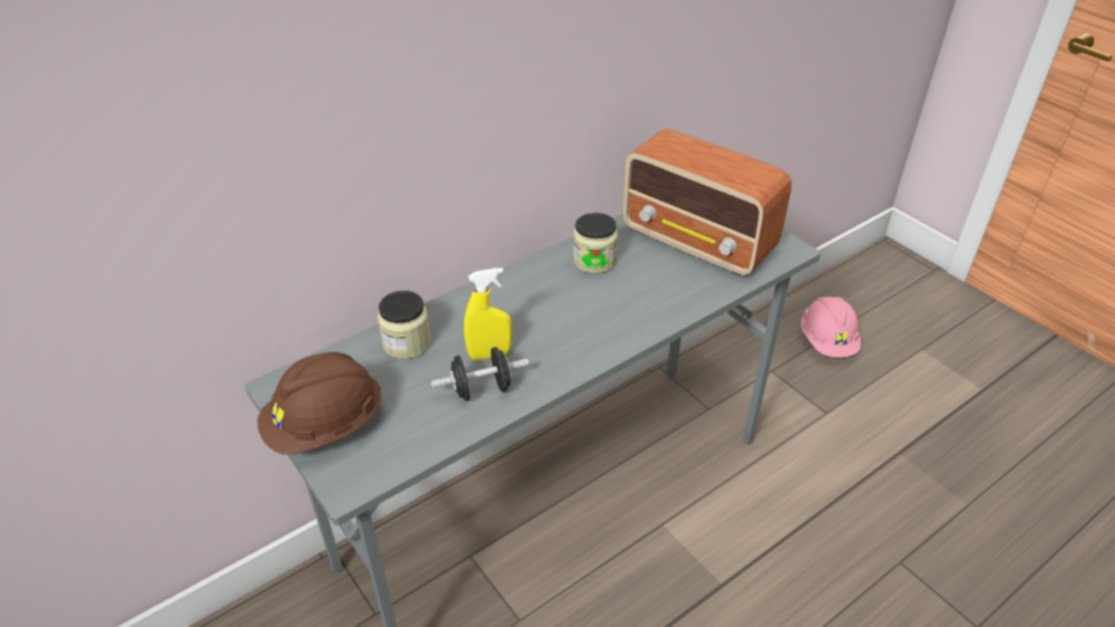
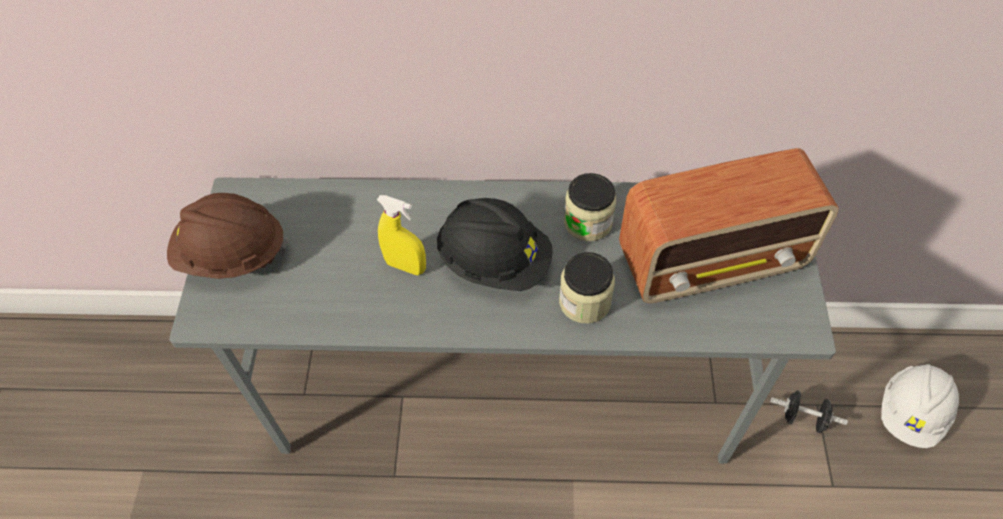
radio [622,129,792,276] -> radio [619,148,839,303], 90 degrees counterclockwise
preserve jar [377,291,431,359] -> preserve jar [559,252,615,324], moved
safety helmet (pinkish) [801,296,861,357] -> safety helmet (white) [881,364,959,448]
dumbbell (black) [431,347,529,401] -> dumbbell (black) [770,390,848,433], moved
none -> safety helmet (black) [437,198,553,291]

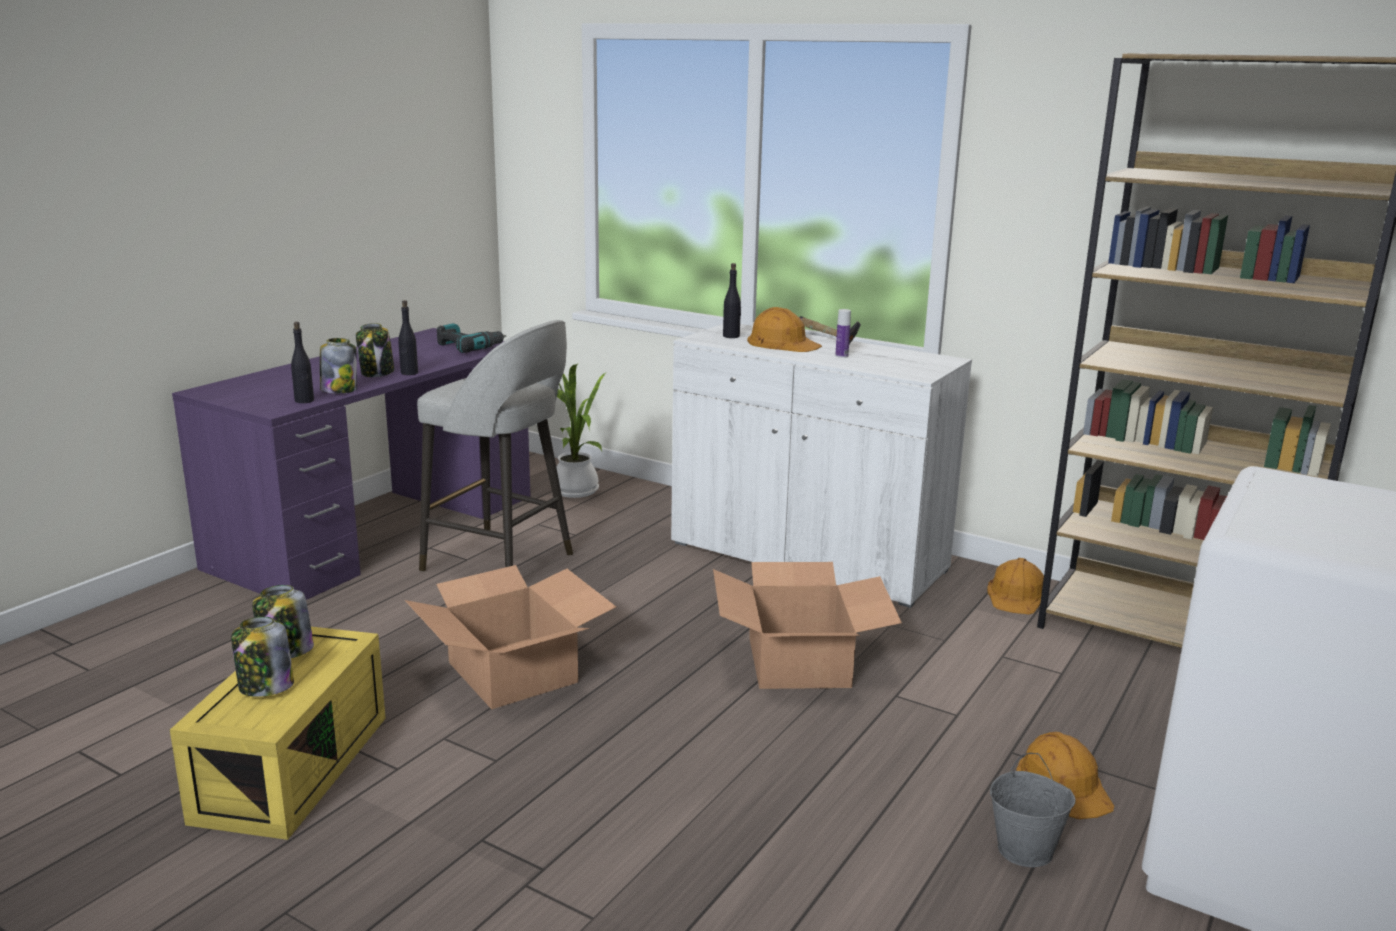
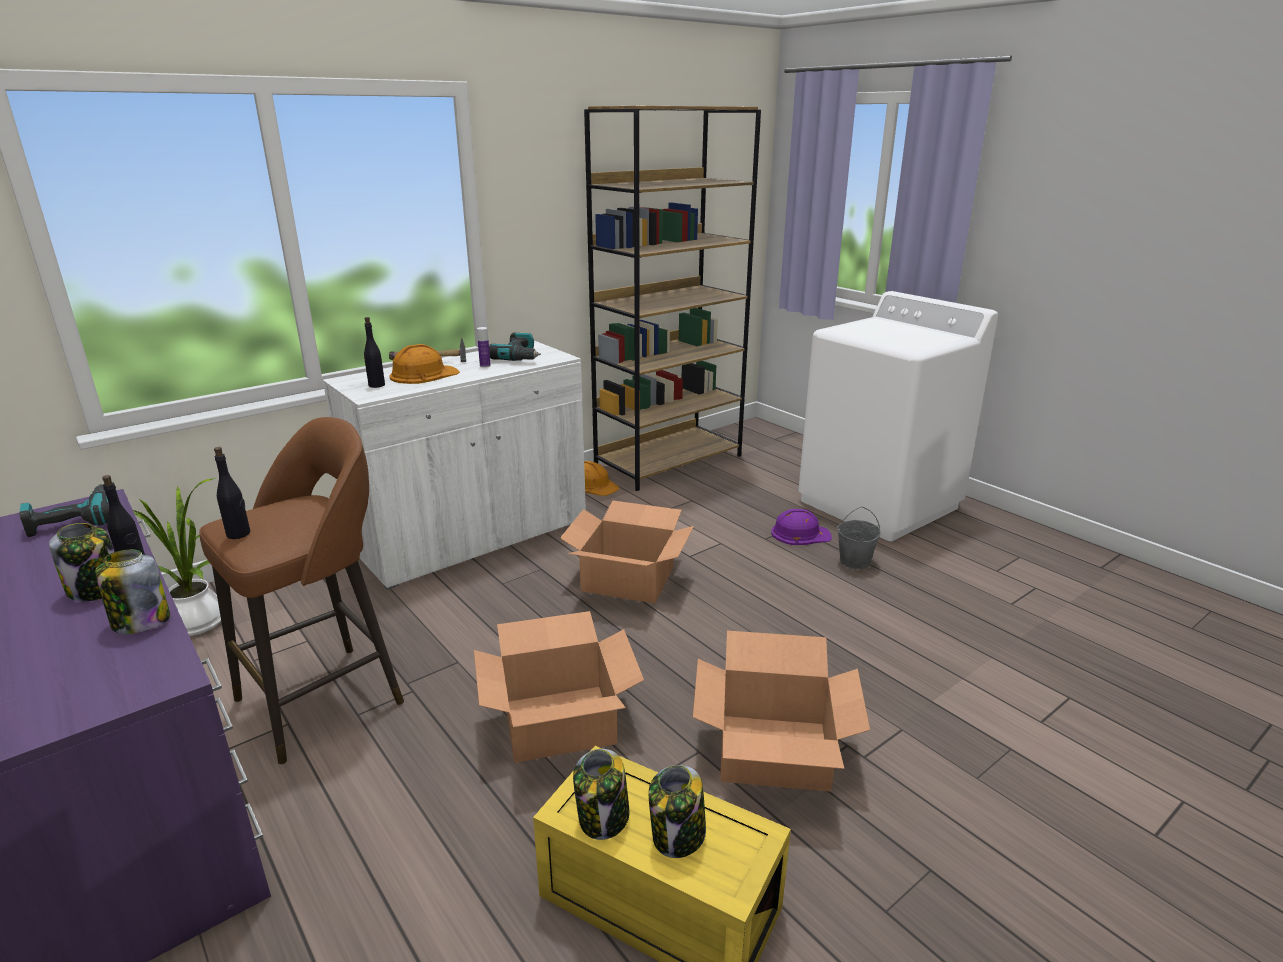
stool (gray) [417,320,573,572] -> stool (brown-coloured) [199,417,404,764]
bottle (black) [291,322,314,403] -> bottle (black) [214,447,250,539], moved
safety helmet (orange-coloured) [1016,732,1114,819] -> safety helmet (purplish) [771,509,832,545]
none -> drill [489,332,541,361]
none -> packing box [693,631,870,791]

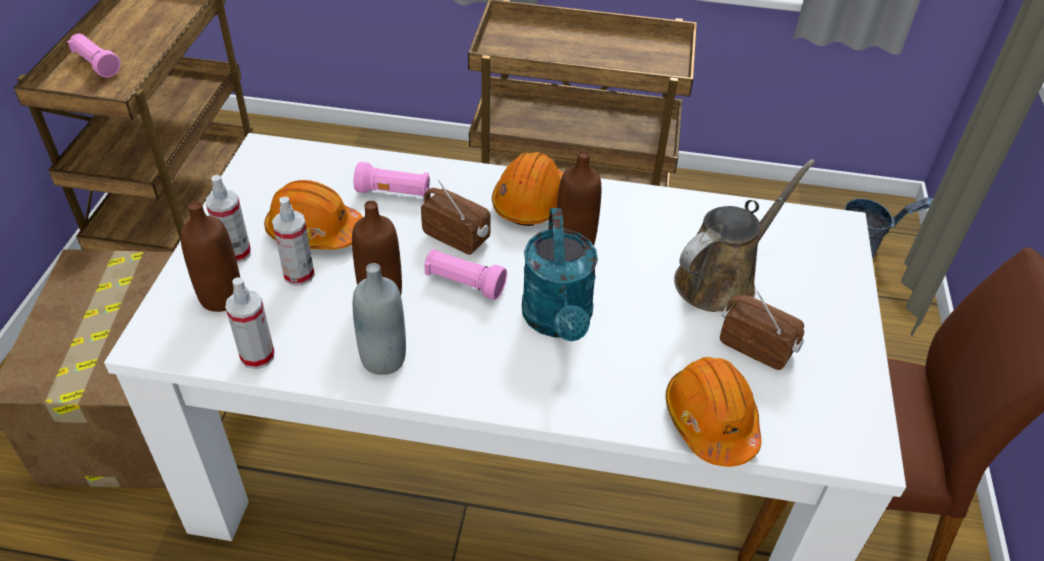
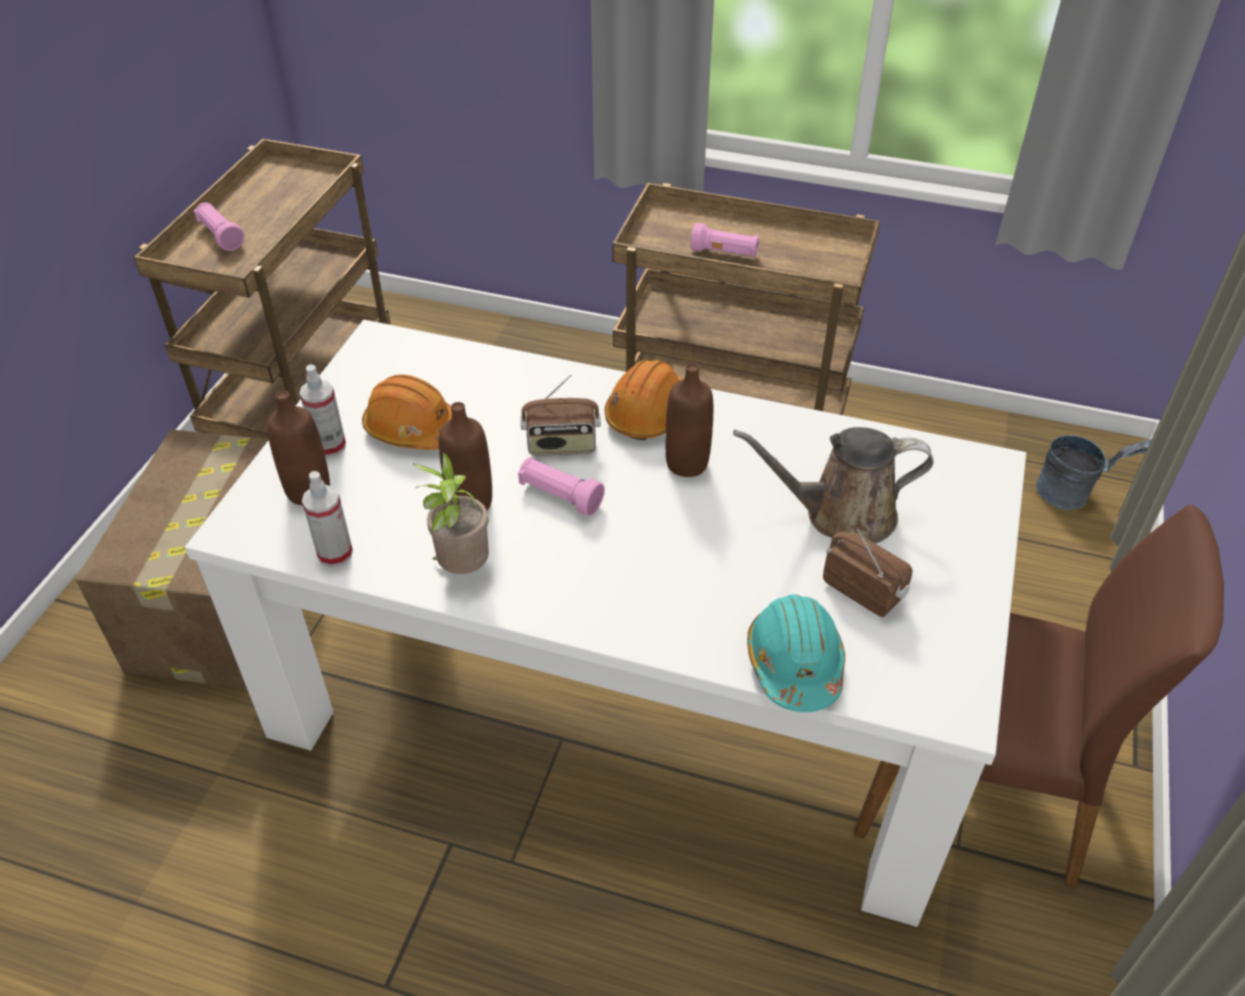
watering pot (brown-coloured) [674,159,815,312] -> watering pot (brown-coloured) [733,427,934,544], 150 degrees counterclockwise
flashlight (pinkish) [353,162,430,197] -> flashlight (pinkish) [690,223,759,257], moved
radio [421,180,491,255] -> radio [521,375,601,456], 135 degrees clockwise
sprayer [272,197,315,285] -> none
watering pot (turquoise) [522,208,598,341] -> none
bottle (gray) [353,263,406,375] -> houseplant [413,452,489,574]
safety helmet (orange-coloured) [666,357,762,467] -> safety helmet (turquoise) [747,594,845,712]

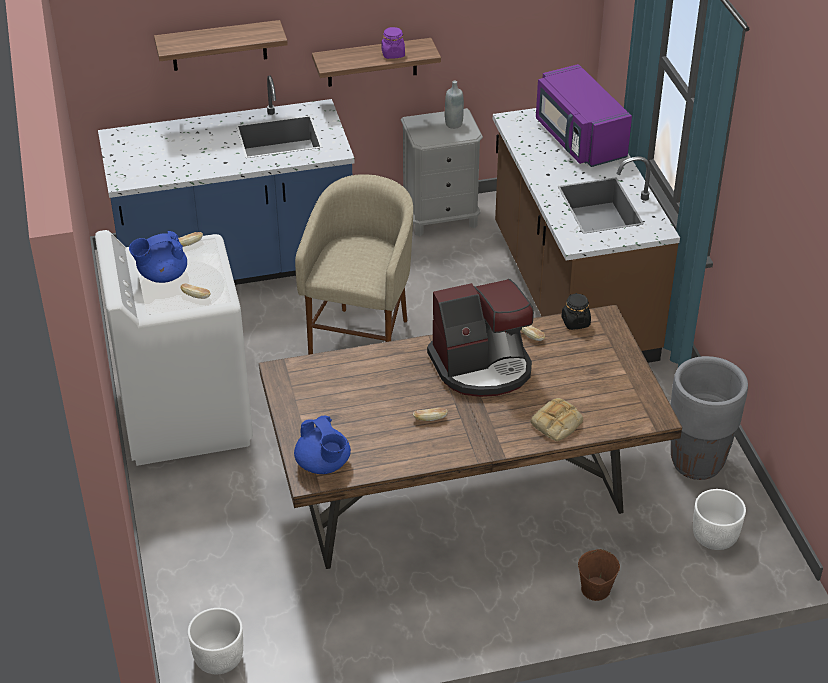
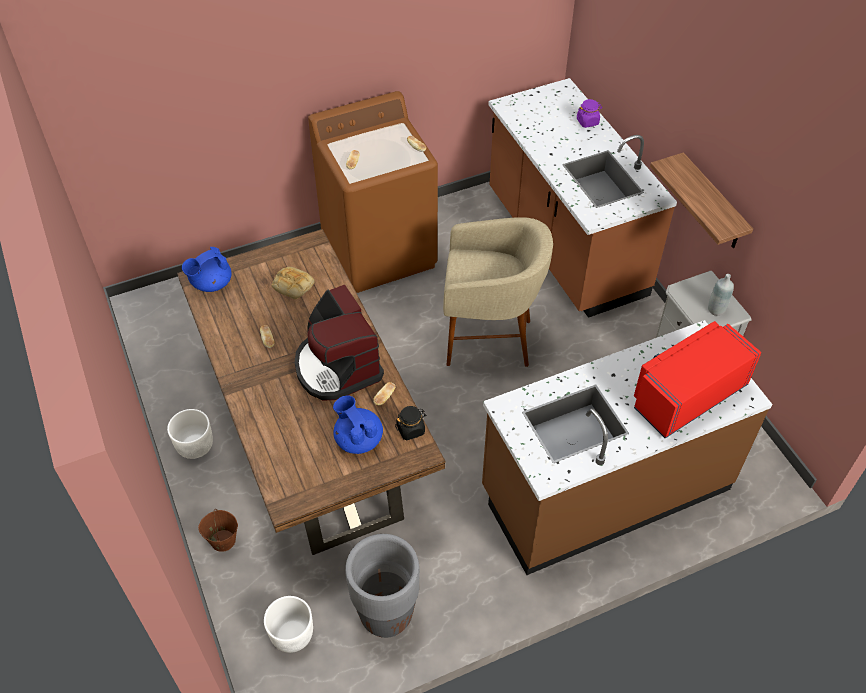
wall shelf [154,20,288,71] -> none
preserve jar (purplish) [381,27,405,59] -> preserve jar (purplish) [577,99,602,128], moved
microwave oven (purplish) [536,64,632,167] -> microwave oven (reddish) [634,321,761,438]
counter (blue-coloured) [98,75,355,285] -> counter (brown-coloured) [488,78,677,318]
laundry machine (white) [95,230,253,466] -> laundry machine (brown-coloured) [308,91,438,293]
teapot (blue-coloured) [129,231,187,283] -> teapot (blue-coloured) [333,395,383,454], moved
baked bread [531,398,583,441] -> baked bread [272,267,315,299], moved
plant pot (white) [188,608,243,674] -> plant pot (white) [167,409,213,459], moved

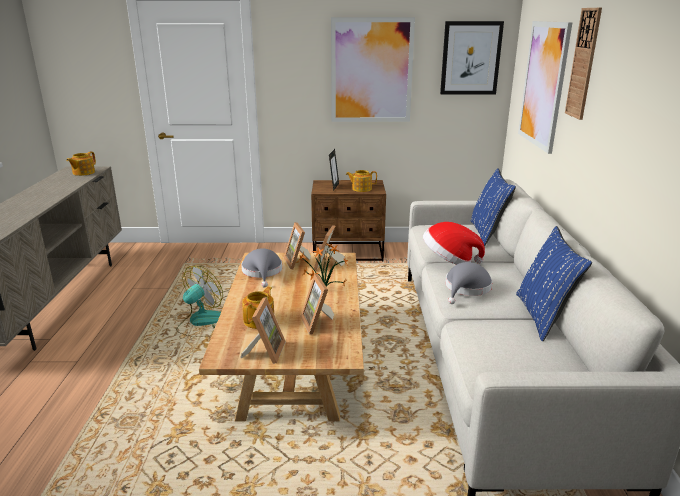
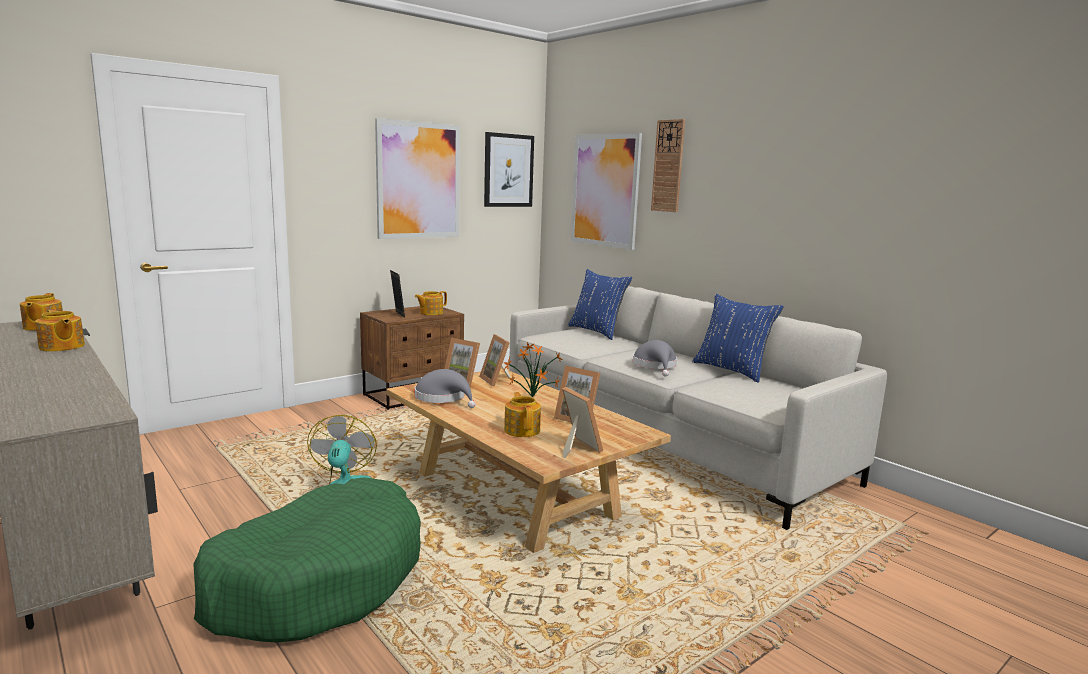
hat [423,222,485,265] -> none
none -> teapot [35,309,85,352]
none -> dog bed (green) [193,478,421,643]

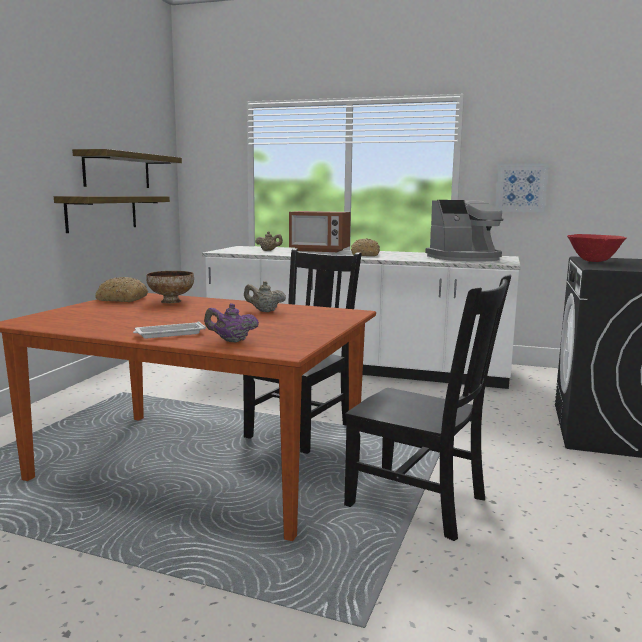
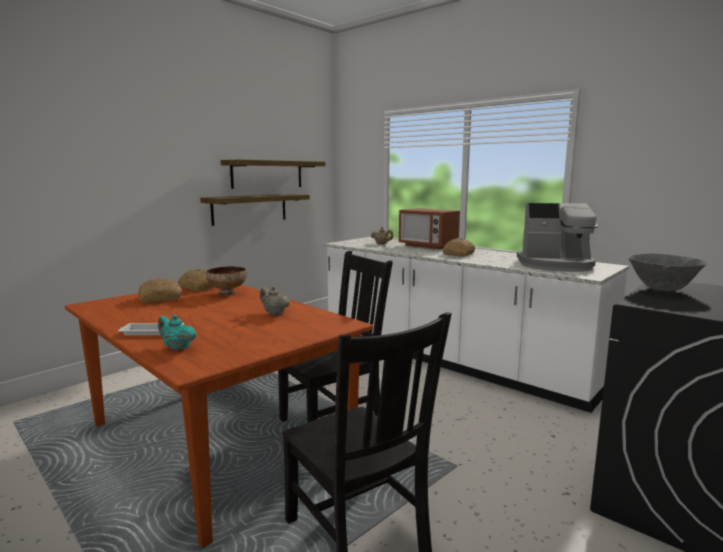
picture [495,163,549,212] -> none
bowl (reddish) [567,234,626,262] -> bowl (gray) [628,254,707,291]
teapot (purplish) [204,303,259,343] -> teapot (turquoise) [158,314,196,351]
none -> baked bread [138,278,182,303]

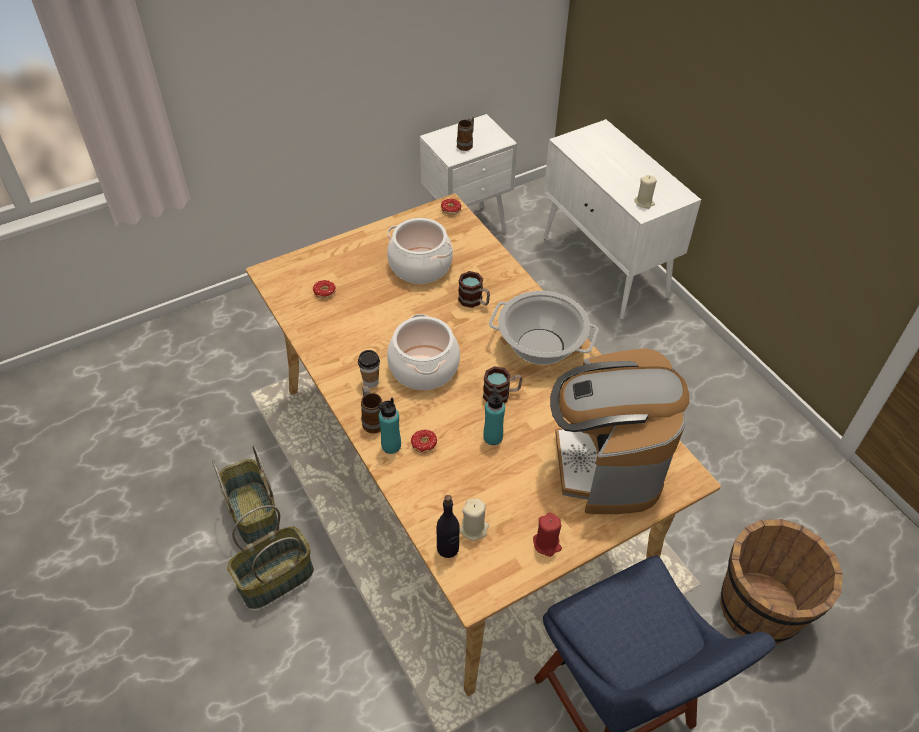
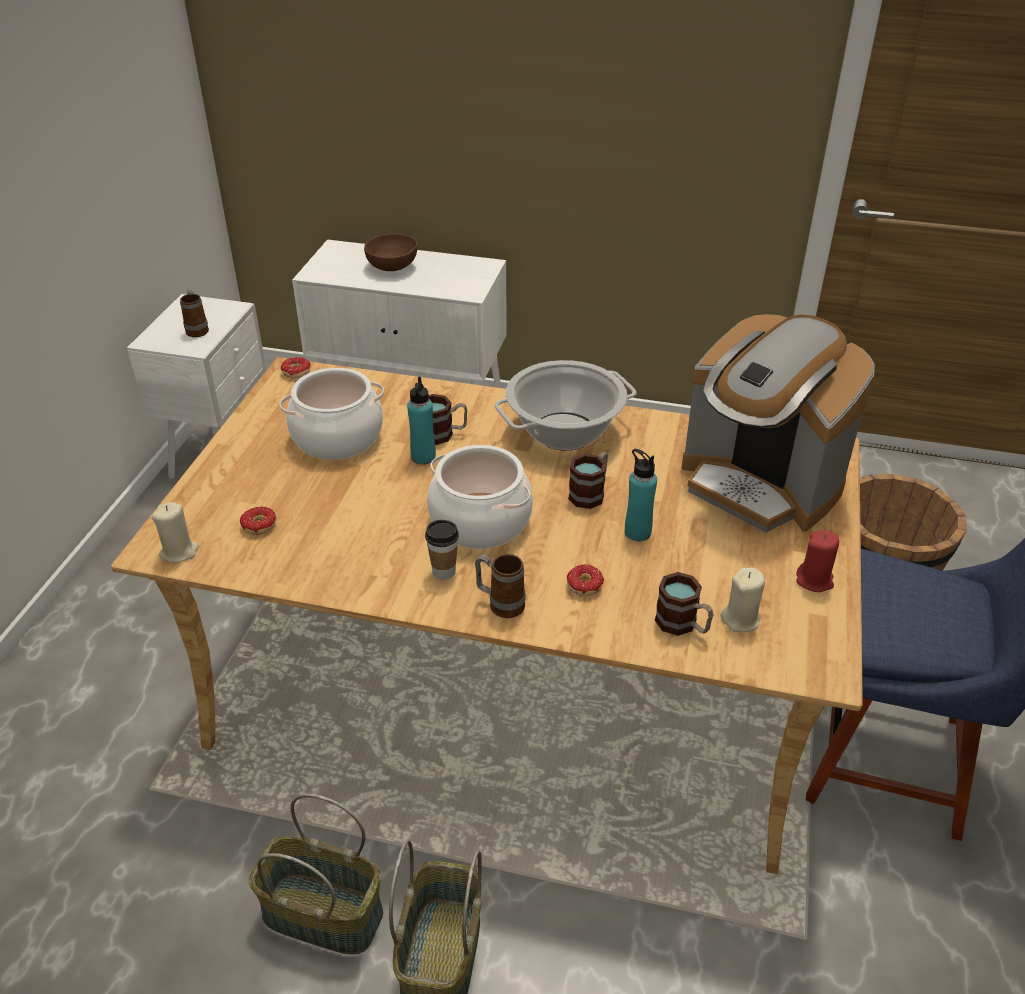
candle (beige) [634,175,657,209] -> candle (beige) [152,502,199,563], moved
bottle (turquoise) [378,397,401,454] -> bottle (turquoise) [407,377,436,464], moved
bottle (black) [437,495,460,558] -> none
none -> bowl (brown-coloured) [364,233,418,271]
none -> tea mug [655,572,713,636]

